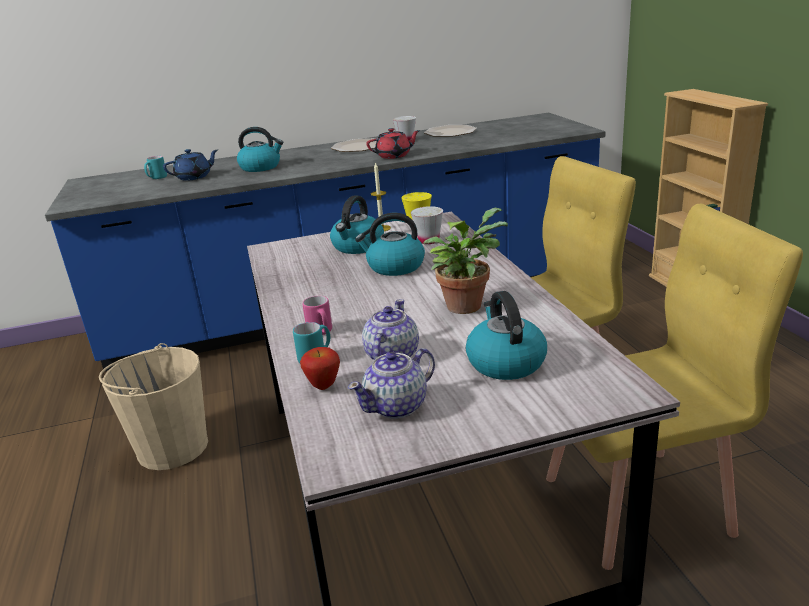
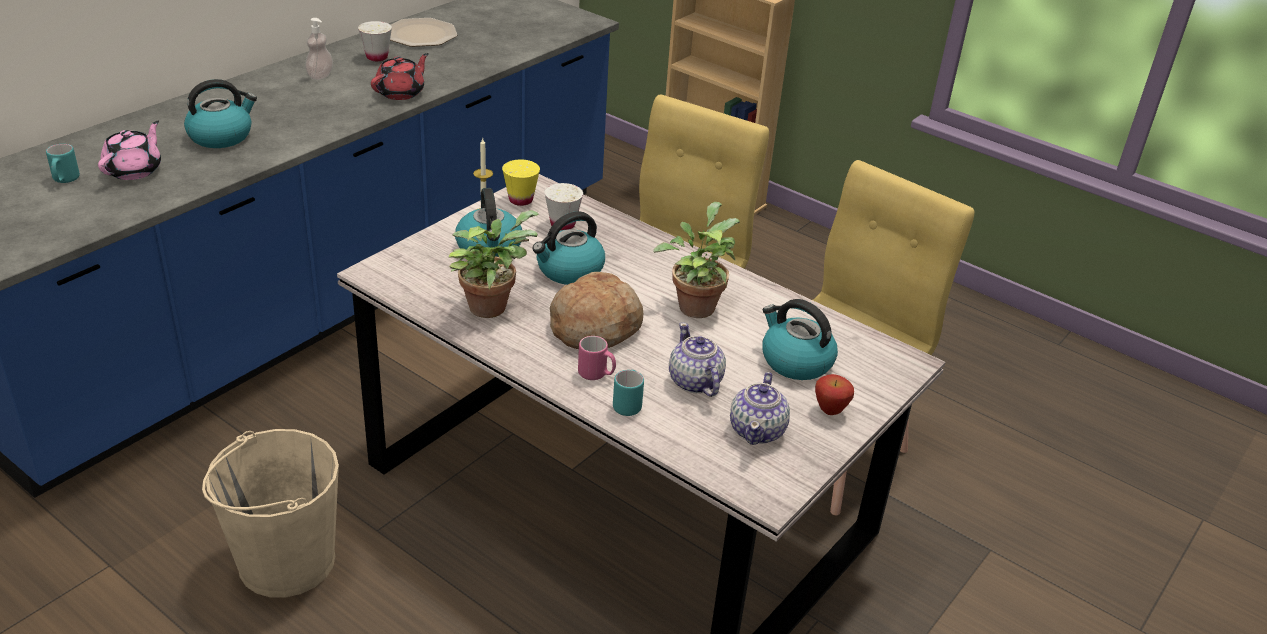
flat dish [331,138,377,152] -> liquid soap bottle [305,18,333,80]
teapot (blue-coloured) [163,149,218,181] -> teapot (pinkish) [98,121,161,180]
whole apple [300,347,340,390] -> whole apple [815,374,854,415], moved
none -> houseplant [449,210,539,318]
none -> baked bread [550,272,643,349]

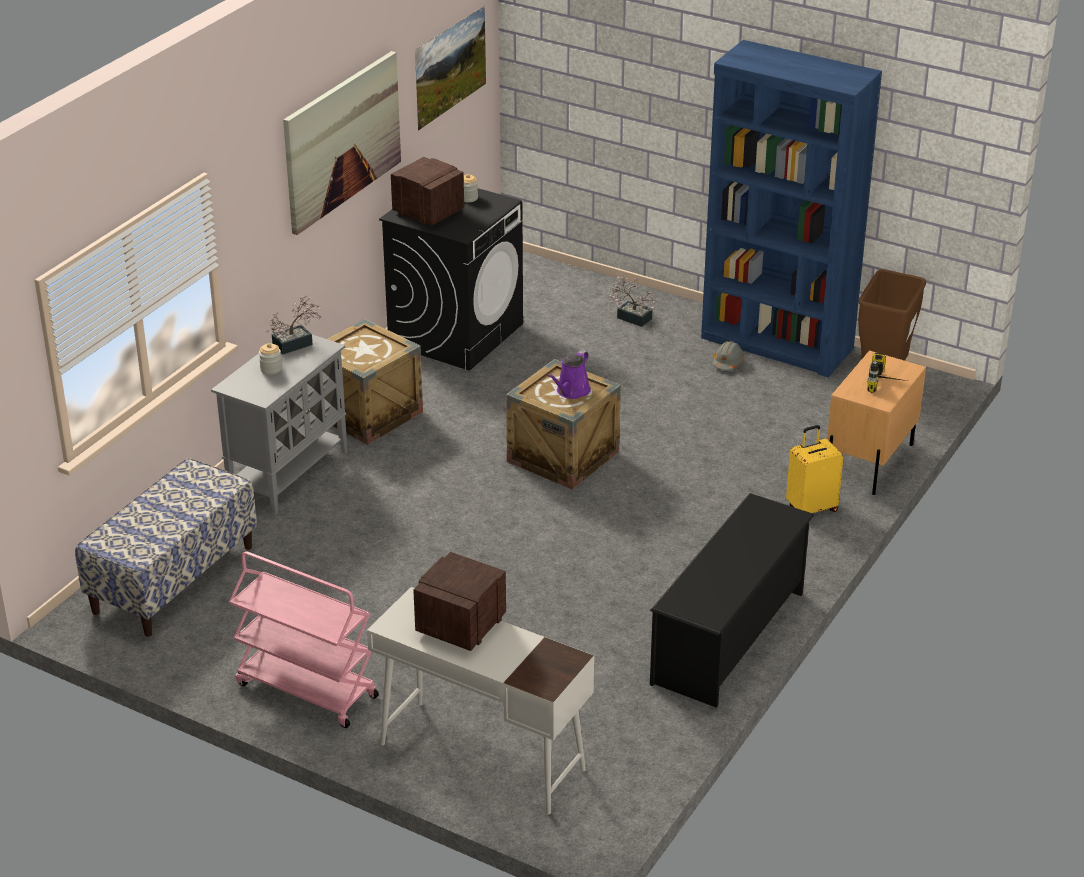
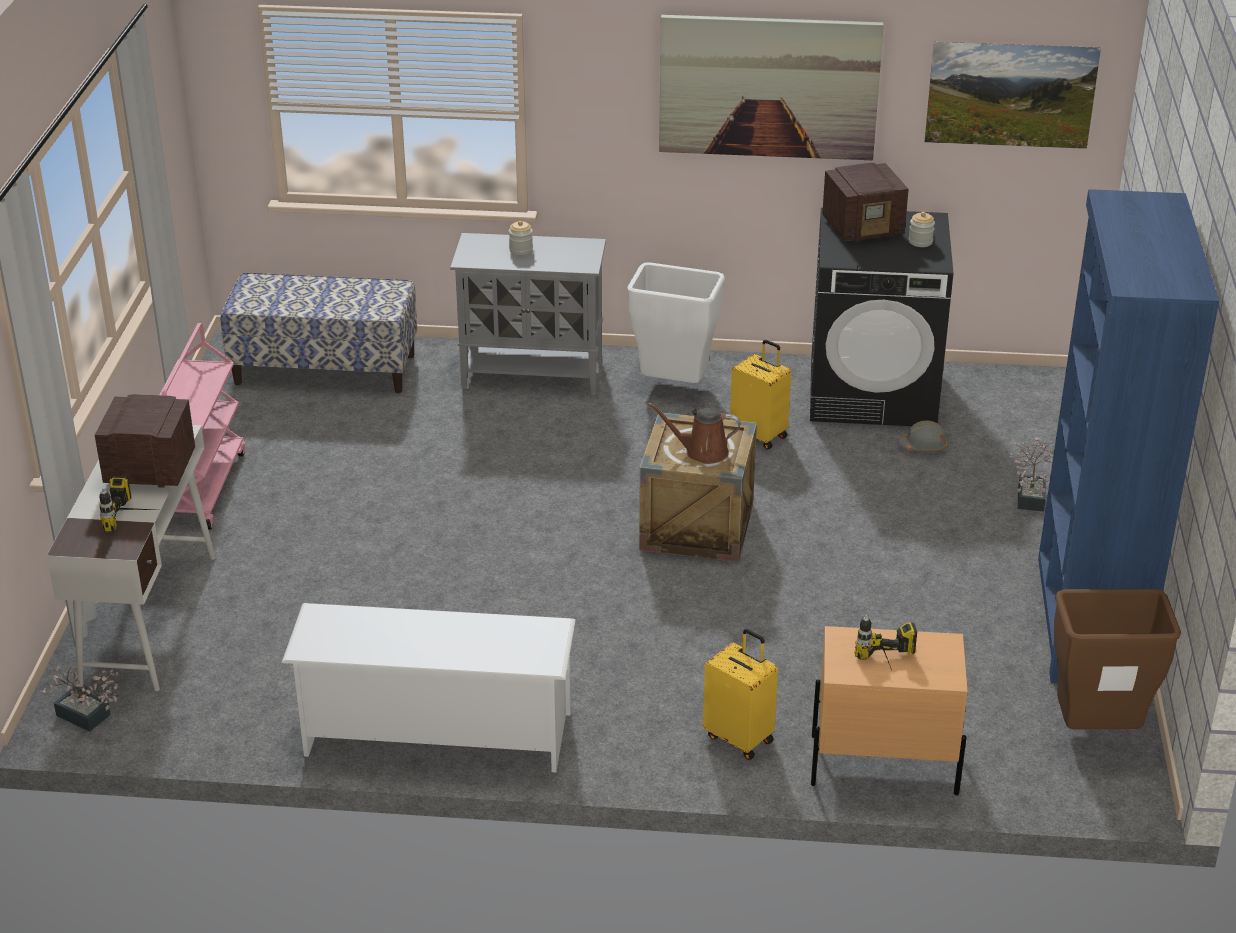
radio [391,157,464,226] -> radio [822,163,909,242], 60 degrees clockwise
houseplant [266,296,321,355] -> houseplant [41,665,119,732], moved
shipping crate [328,319,423,445] -> waste bin (white) [627,262,725,383]
safety helmet (gray) [713,341,744,370] -> safety helmet (gray) [898,420,948,452], moved
watering pot (purplish) [548,350,591,399] -> watering pot (brown-coloured) [648,403,741,464]
shoe shelf (black) [650,493,814,708] -> shoe shelf (white) [282,603,576,772]
none -> travel case (yellowish) [730,340,791,450]
none -> drill [99,476,154,533]

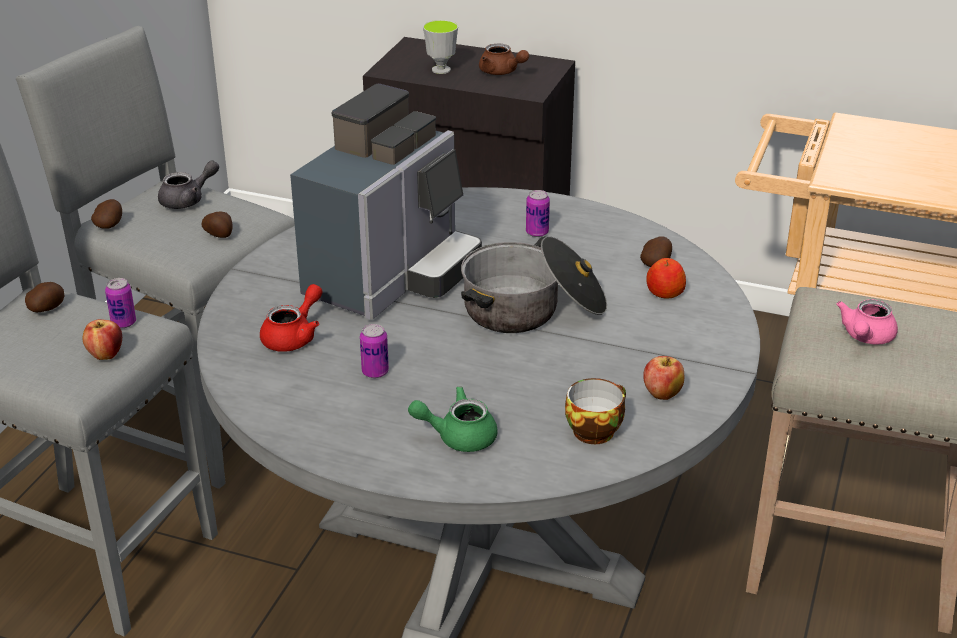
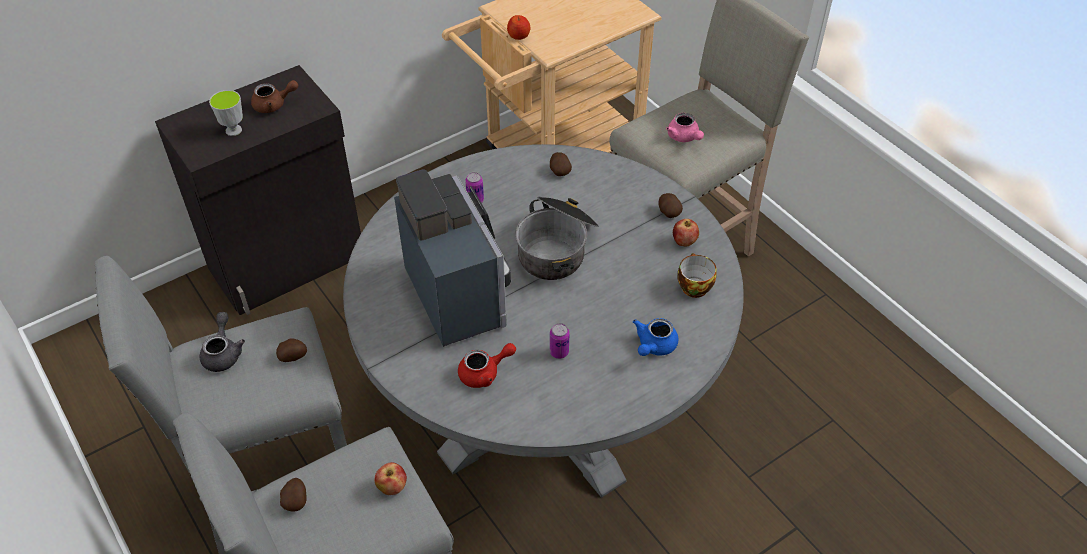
potato [91,199,122,229] -> potato [658,193,683,218], moved
whole apple [646,258,686,299] -> whole apple [507,15,530,40], moved
metal can [105,278,136,328] -> none
teapot (reddish) [260,284,322,352] -> teapot (reddish) [458,343,516,388], 90 degrees clockwise
teapot (green) [408,386,498,452] -> teapot (blue-coloured) [633,318,678,356]

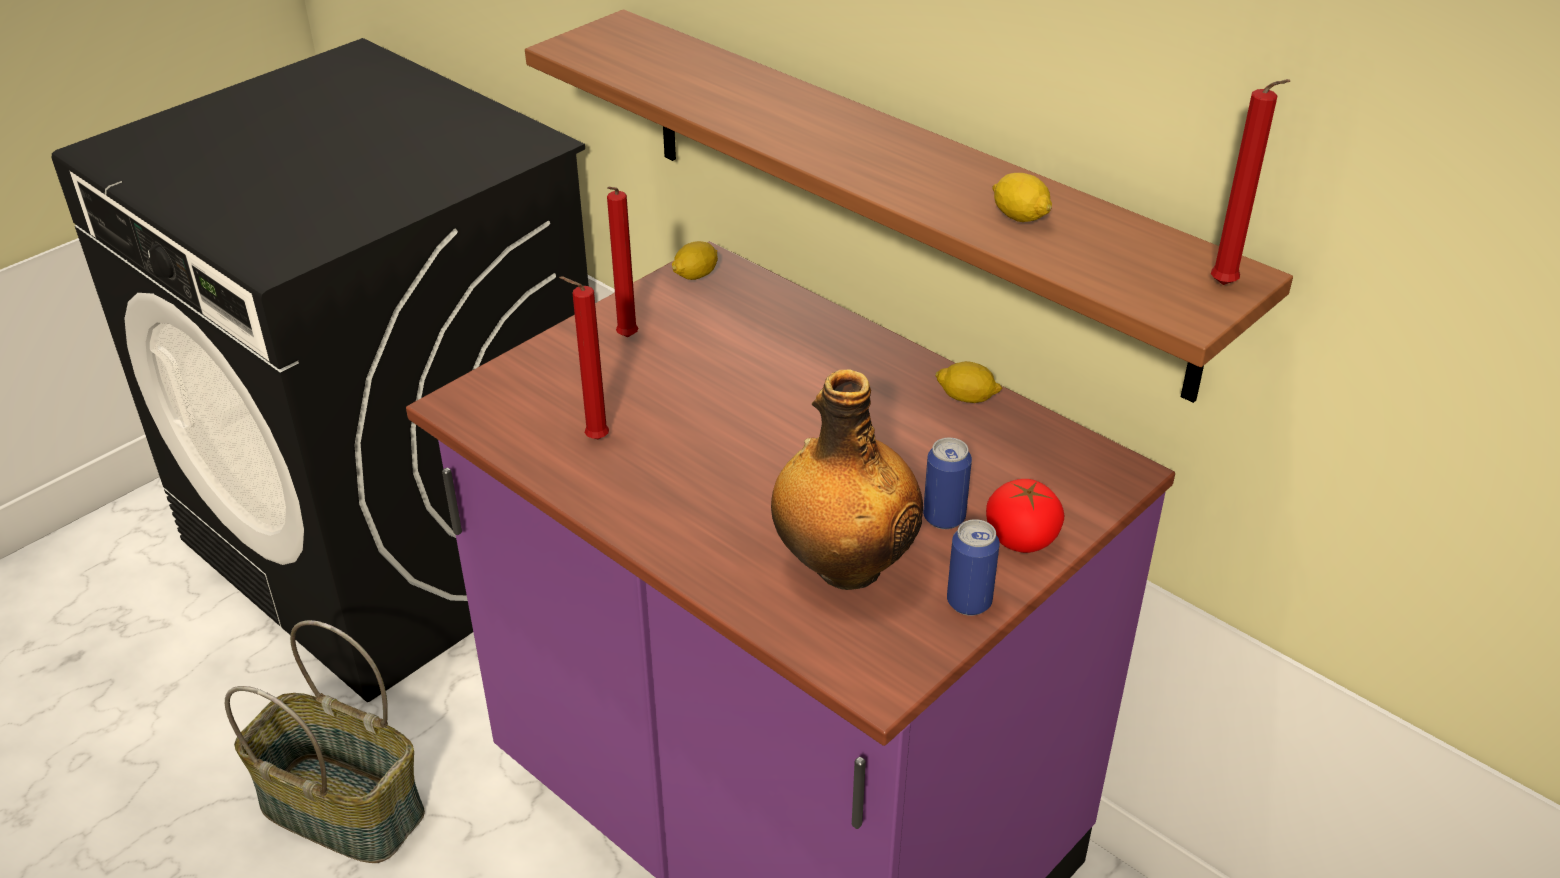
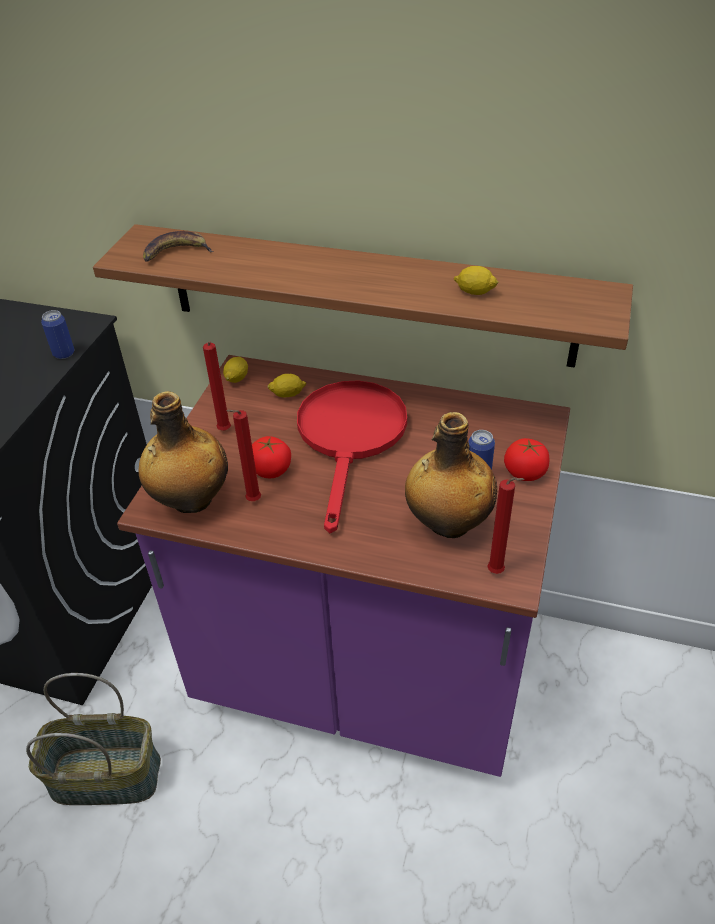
candle (reddish) [1211,79,1290,285] -> candle (reddish) [487,477,525,574], moved
citrus fruit [935,361,1002,403] -> citrus fruit [268,374,306,397], moved
metal can [947,519,1000,616] -> metal can [41,310,74,359], moved
none -> banana [143,231,214,262]
none -> skillet (reddish) [297,380,407,533]
none -> bottle [139,391,228,513]
none -> tomato [252,436,291,478]

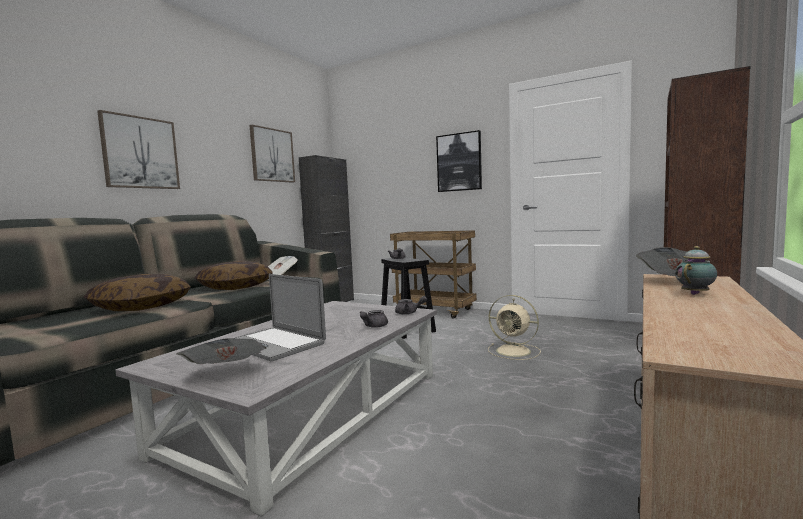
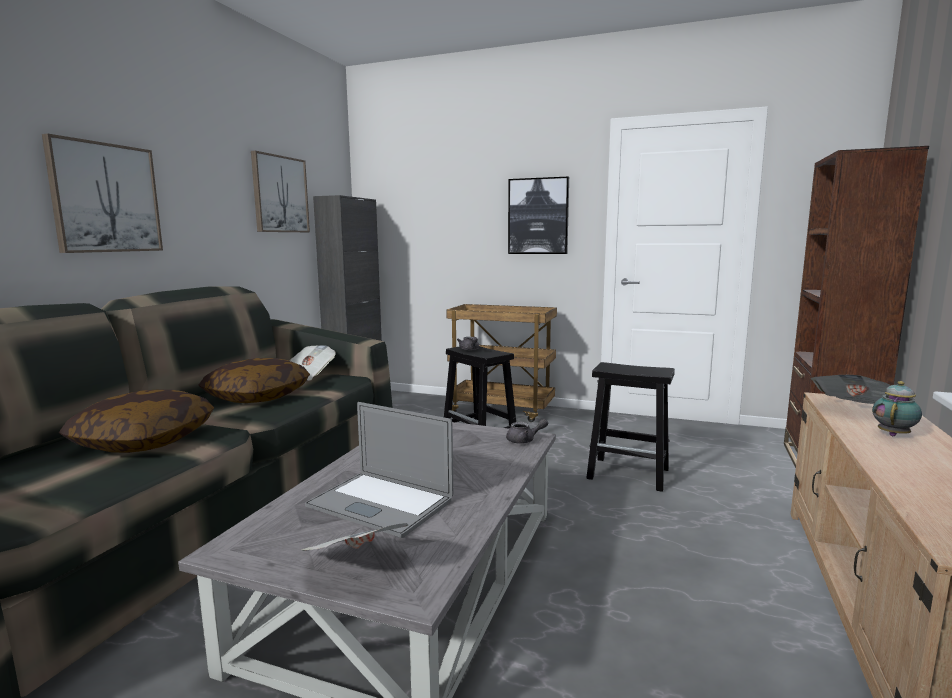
cooling fan (beige) [488,295,541,360] -> stool (black) [586,362,675,492]
teapot (gray) [360,310,388,328] -> none

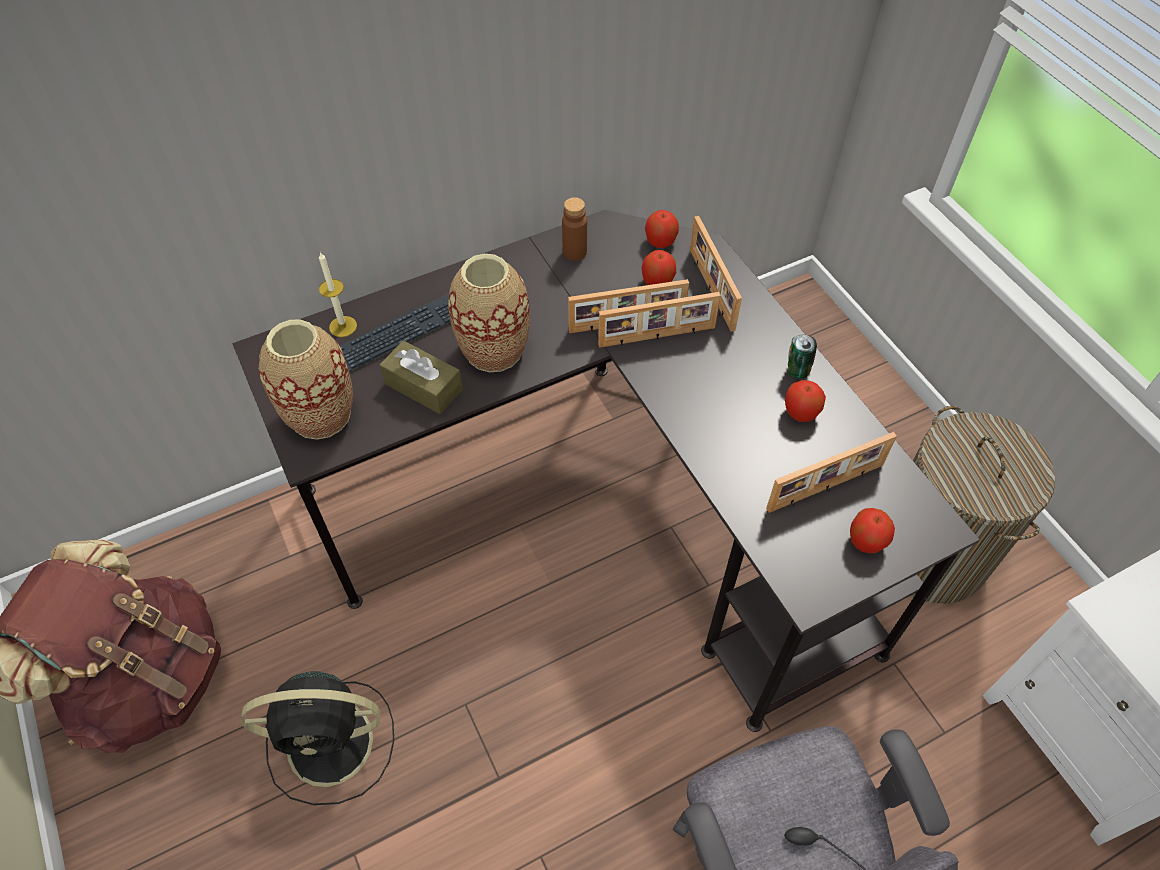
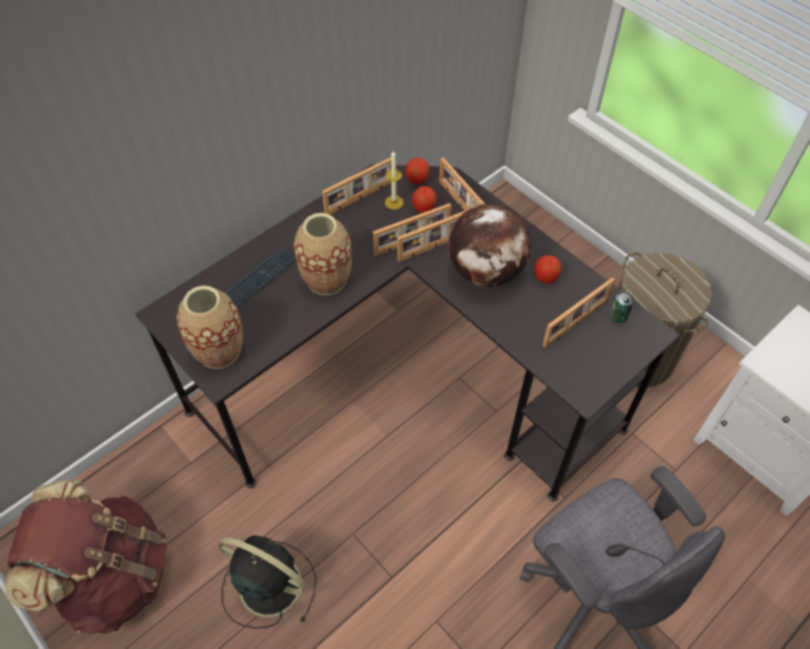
bottle (brown-coloured) [562,197,587,261] -> photo frame [322,157,392,215]
candle [319,252,357,337] -> candle [385,151,403,210], moved
metal can [788,334,817,378] -> metal can [611,293,633,323], moved
tissue box (brown-coloured) [379,340,463,414] -> none
whole apple [850,508,895,553] -> none
cooling fan (black) [241,671,394,805] -> cooling fan (black) [218,535,316,629], 135 degrees counterclockwise
none -> world globe [448,204,531,287]

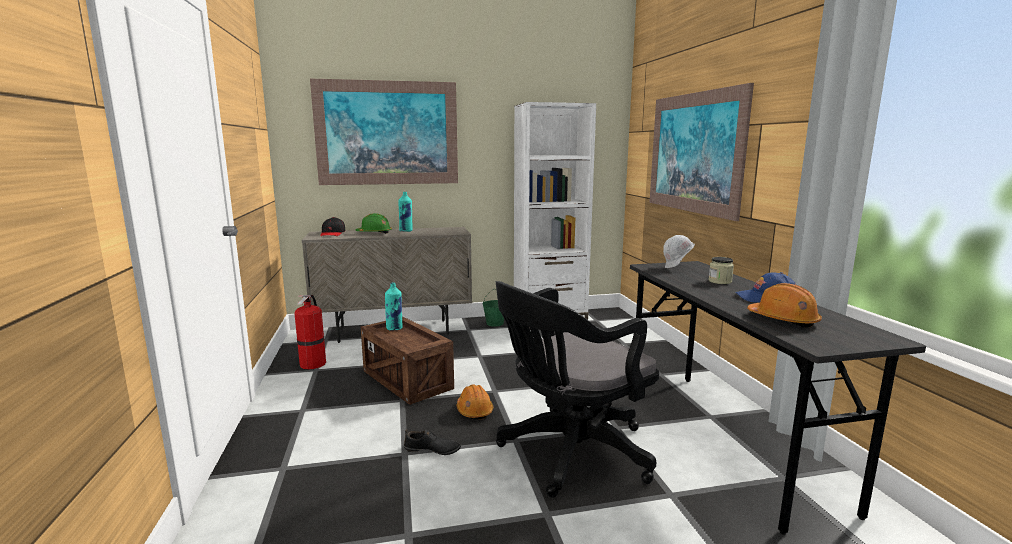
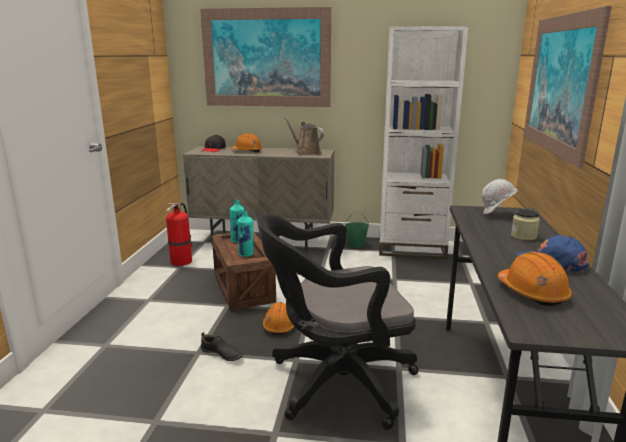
bottle (turquoise) [398,192,413,232] -> bottle (turquoise) [237,211,254,257], moved
safety helmet (green) [355,213,392,234] -> safety helmet (orange-coloured) [231,133,263,153]
none -> watering pot (brown-coloured) [284,117,324,155]

